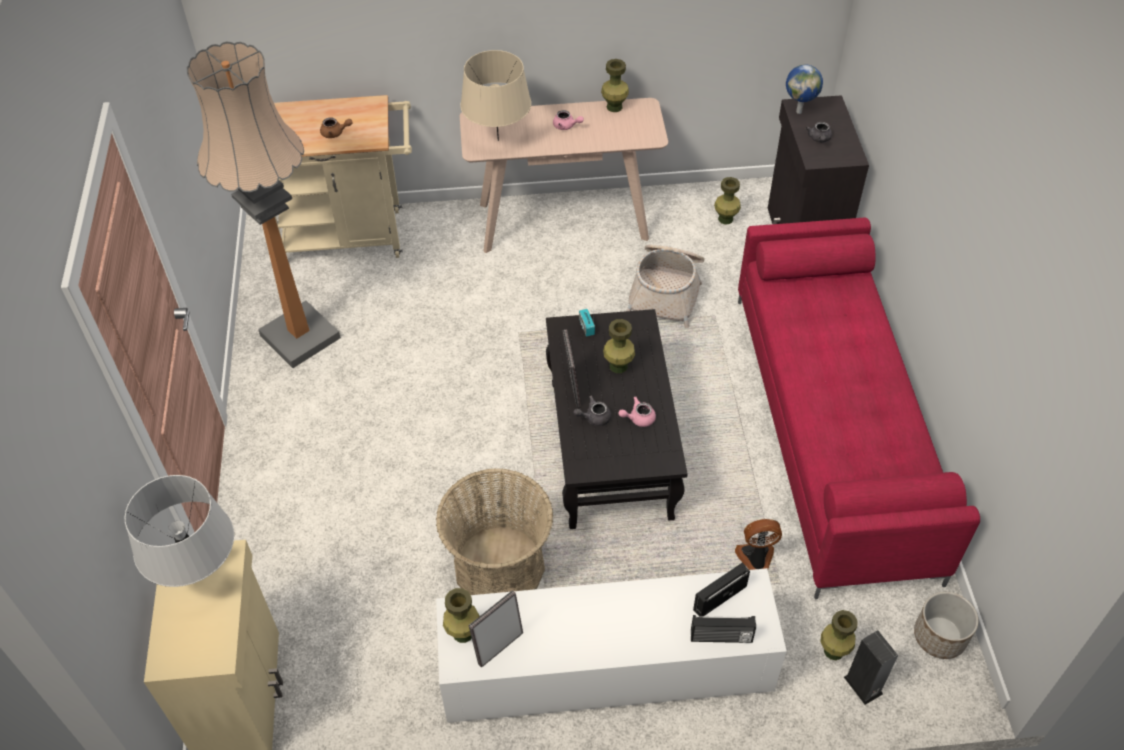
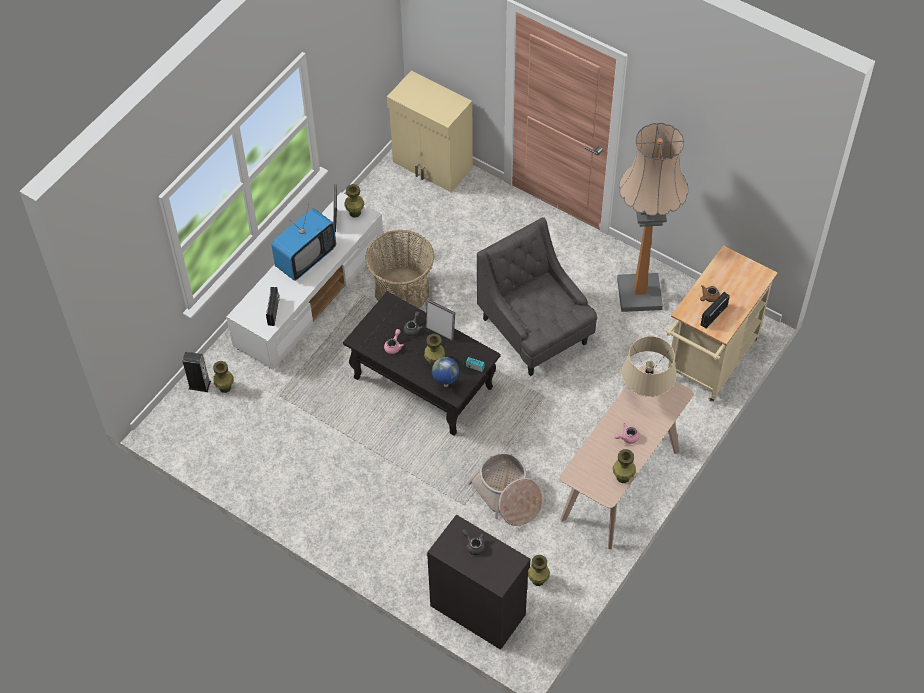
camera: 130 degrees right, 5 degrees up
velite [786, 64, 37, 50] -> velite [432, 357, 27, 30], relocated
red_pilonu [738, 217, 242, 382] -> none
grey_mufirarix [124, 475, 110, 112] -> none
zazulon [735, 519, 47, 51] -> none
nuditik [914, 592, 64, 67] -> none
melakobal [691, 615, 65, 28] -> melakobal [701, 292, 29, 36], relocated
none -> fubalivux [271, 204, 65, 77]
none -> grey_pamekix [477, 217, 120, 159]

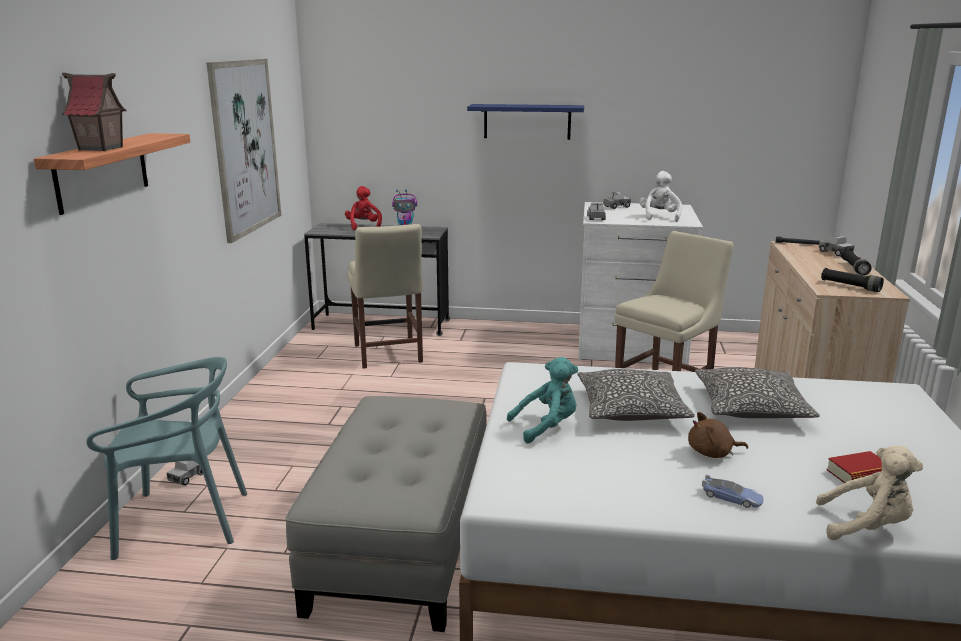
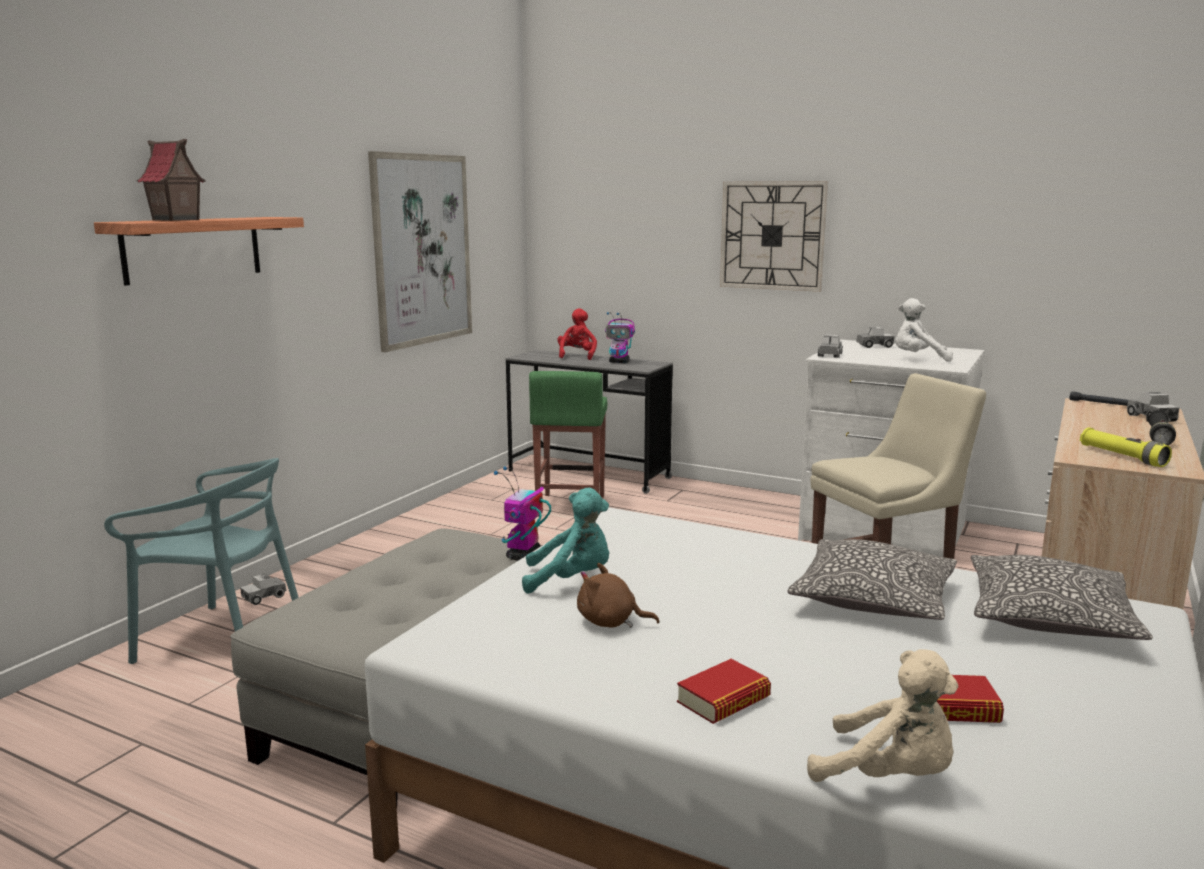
camera: 20 degrees right, 5 degrees down
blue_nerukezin [467, 104, 117, 36] -> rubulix [720, 181, 108, 111]
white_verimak [640, 171, 42, 51] -> white_verimak [896, 298, 57, 64], 105 degrees counterclockwise
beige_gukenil [347, 224, 76, 145] -> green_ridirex [529, 371, 78, 146]
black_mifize [821, 268, 63, 24] -> yellow_mifize [1080, 427, 92, 40]
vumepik [577, 369, 118, 52] -> vumepik [970, 555, 183, 85], relocated
brown_verimak [688, 412, 60, 46] -> brown_verimak [577, 563, 83, 65], relocated
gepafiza [702, 474, 61, 34] -> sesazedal [677, 659, 94, 65]
none -> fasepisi [494, 466, 57, 95]

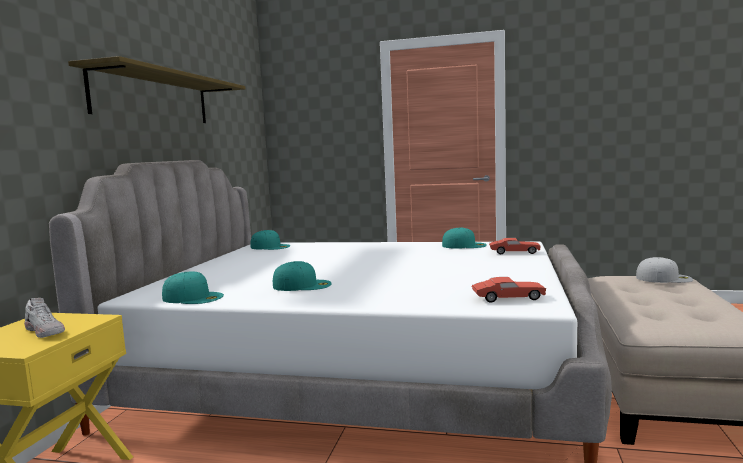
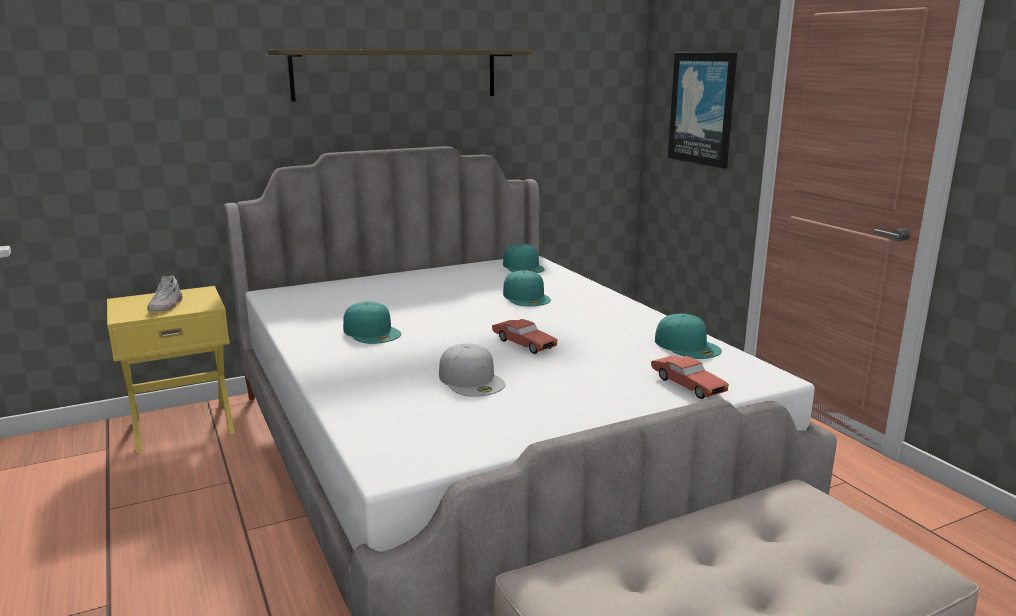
camera: 50 degrees right, 10 degrees up
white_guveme [636, 257, 57, 26] -> white_guveme [439, 343, 66, 54], relocated
turquoise_guveme [162, 272, 62, 32] -> turquoise_guveme [503, 271, 48, 35], relocated
red_gepafiza [472, 277, 74, 26] -> red_gepafiza [492, 319, 65, 35], relocated
none -> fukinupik [668, 53, 69, 116]

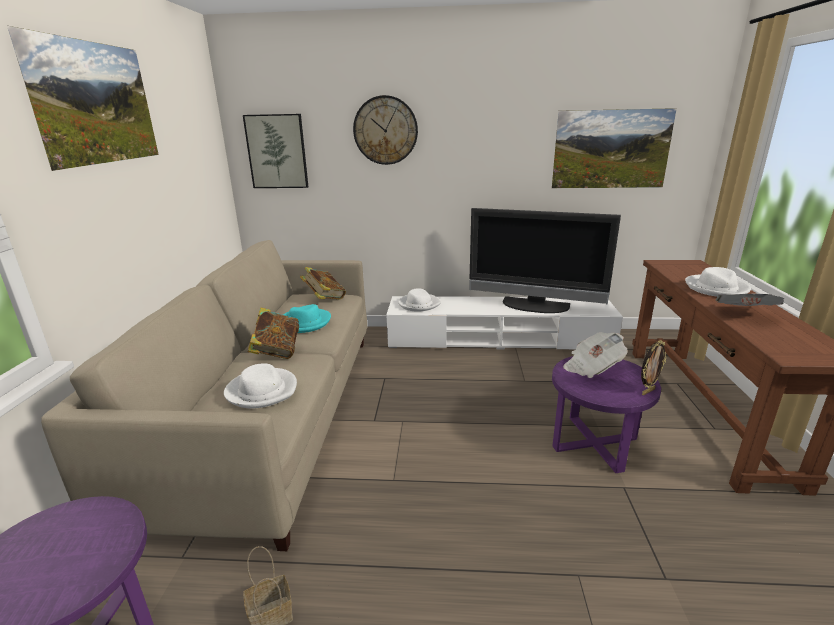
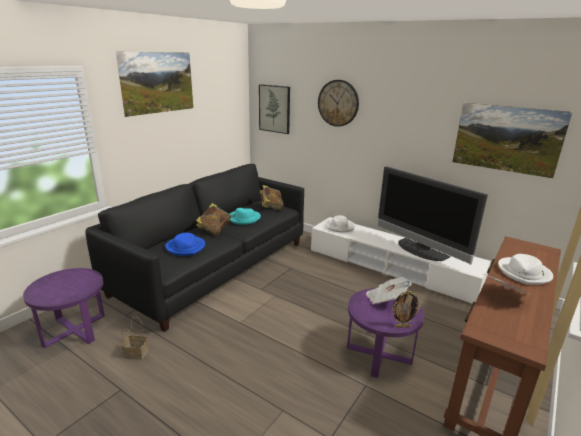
camera: 30 degrees right, 0 degrees up
beige_pilonu [41, 240, 326, 311] -> black_pilonu [85, 164, 219, 168]
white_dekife [224, 363, 73, 45] -> blue_dekife [165, 233, 40, 23]

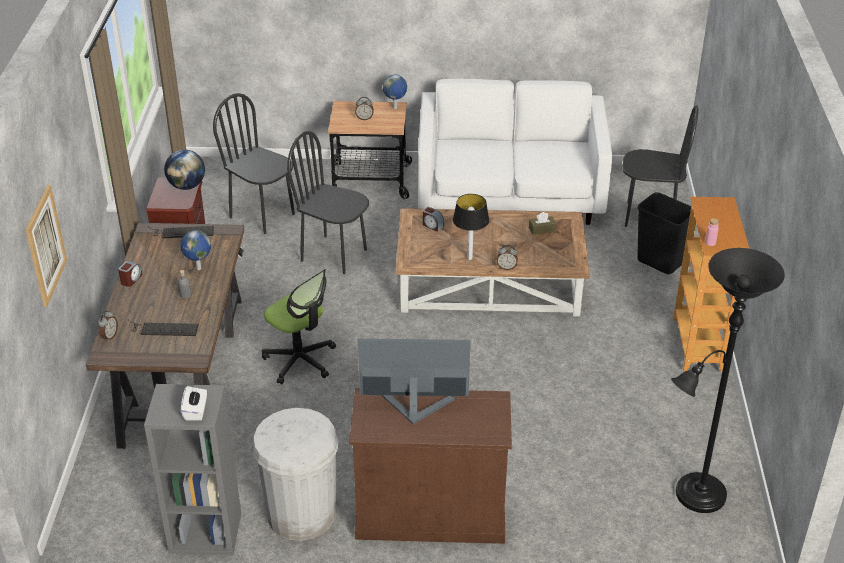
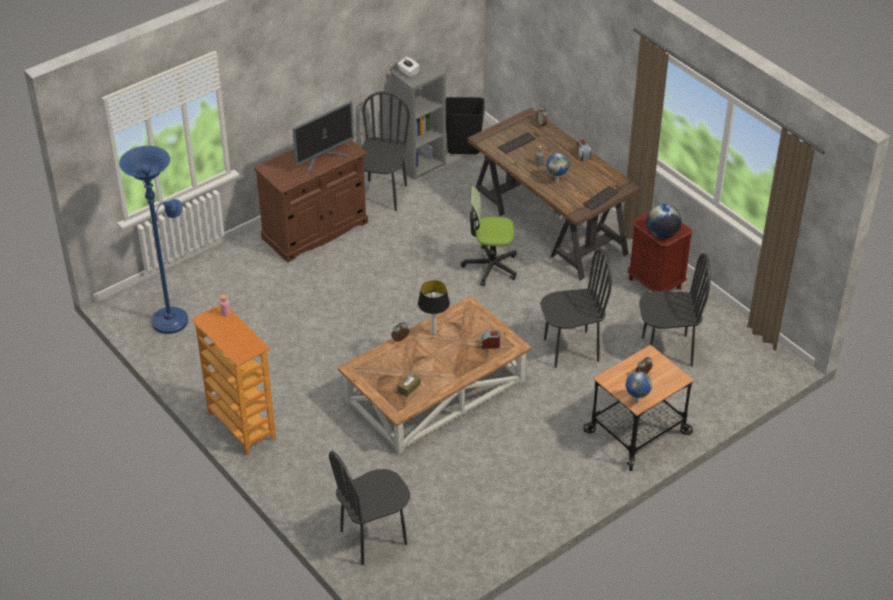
camera: 140 degrees right, 5 degrees up
white_pilonu [418, 79, 194, 146] -> none
fukinupik [26, 185, 41, 122] -> none
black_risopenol [637, 192, 54, 82] -> black_risopenol [446, 97, 39, 57], relocated
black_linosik [671, 248, 114, 265] -> blue_linosik [119, 146, 69, 188]
white_risopenol [251, 408, 88, 133] -> black_gukenil [361, 91, 49, 120]

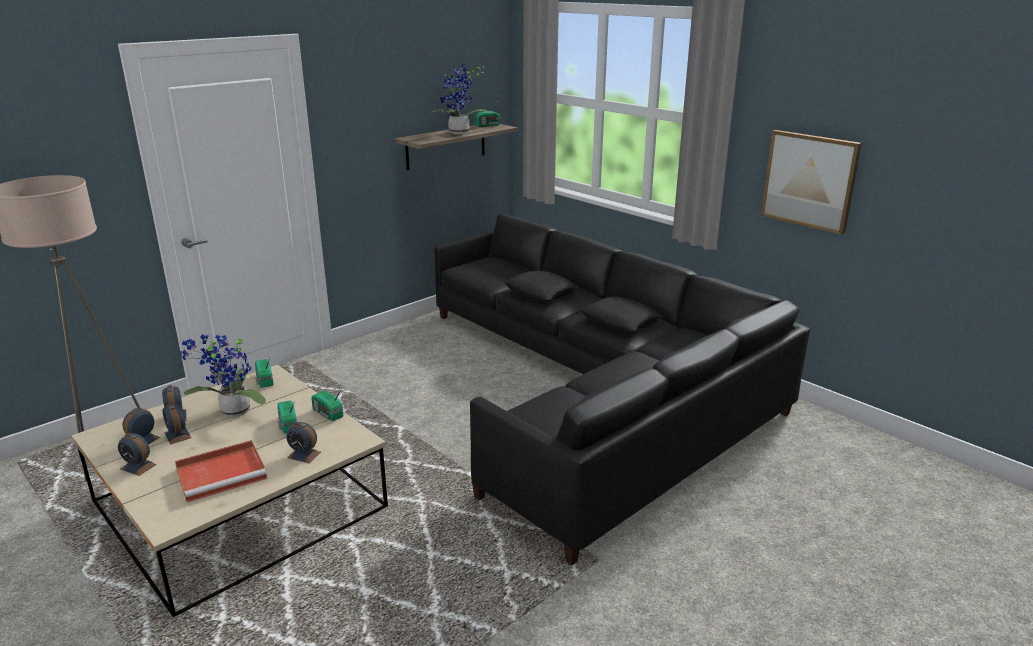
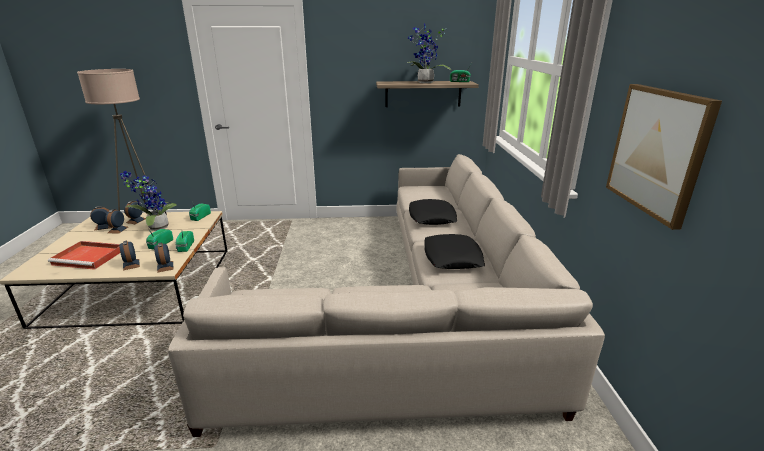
camera: 40 degrees right, 0 degrees up
black_pilonu [435, 214, 375, 352] -> beige_pilonu [168, 154, 437, 283]
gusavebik [118, 433, 39, 43] -> gusavebik [154, 242, 20, 31], relocated

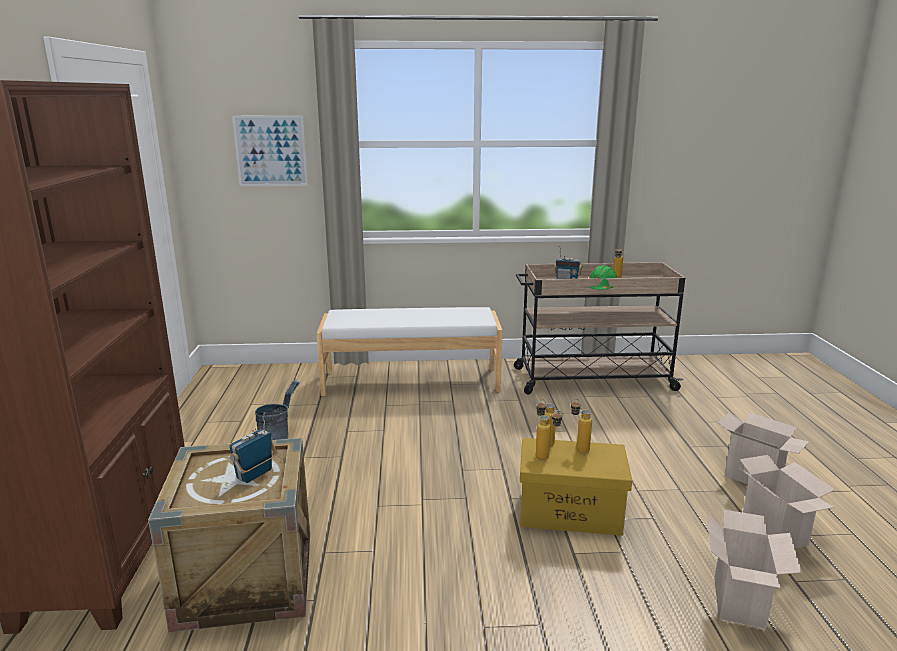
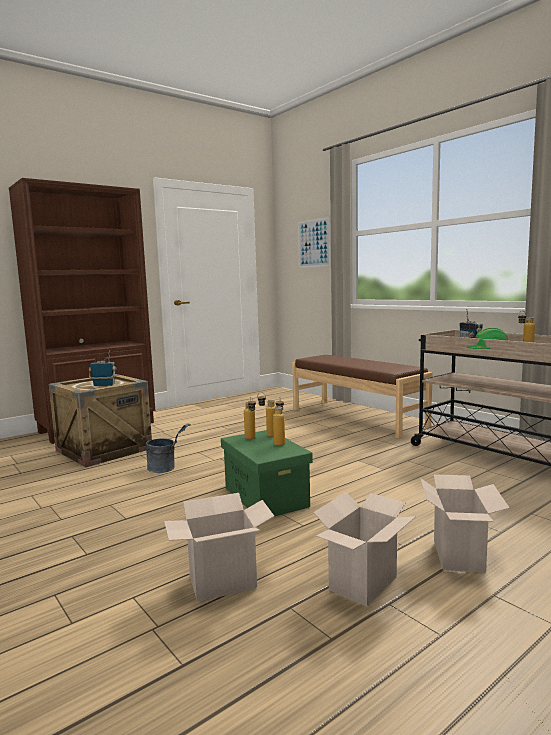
camera: 55 degrees right, 10 degrees down
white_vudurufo [316, 307, 186, 89] -> brown_vudurufo [292, 355, 141, 84]
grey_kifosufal [255, 380, 45, 60] -> grey_kifosufal [146, 423, 44, 50], relocated
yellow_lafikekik [520, 438, 112, 98] -> green_lafikekik [221, 430, 92, 87]

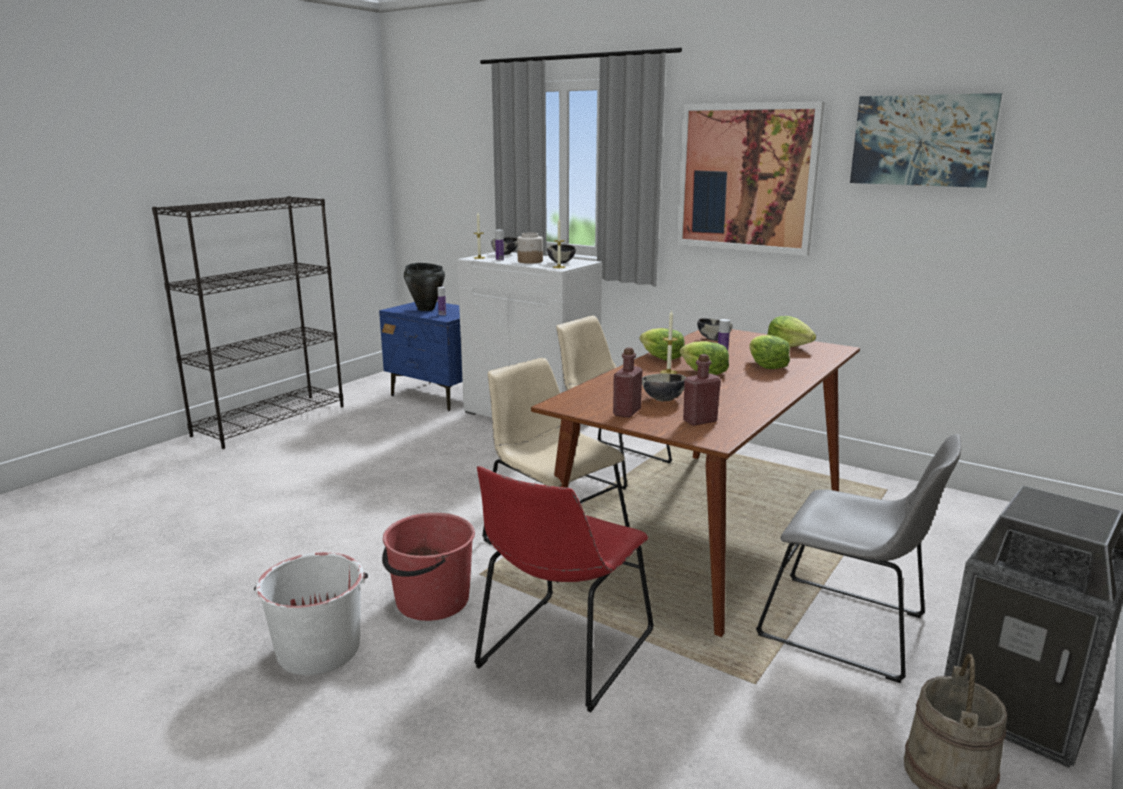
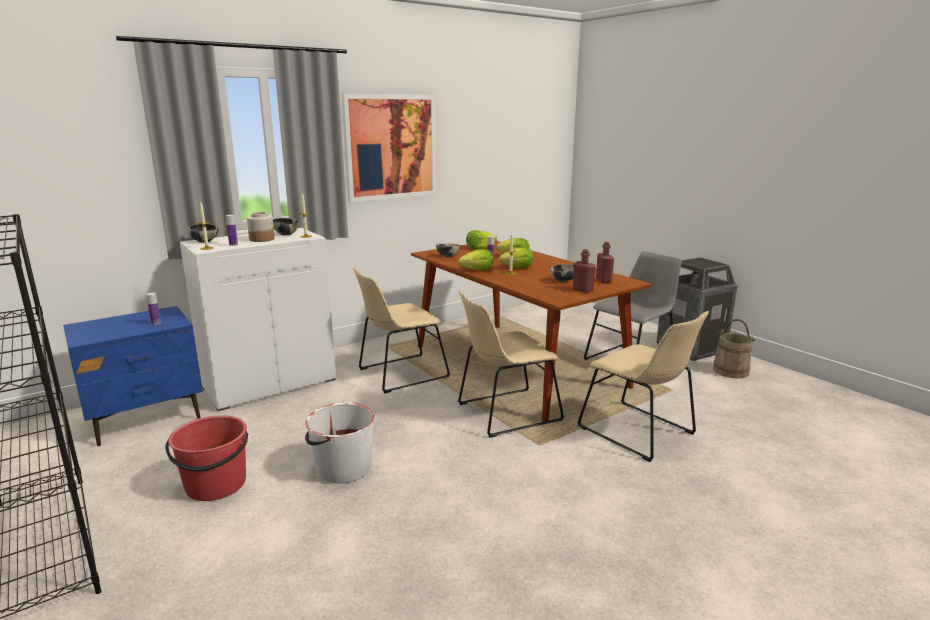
camera: 70 degrees left, 0 degrees up
fukinupik [850, 93, 152, 95] -> none
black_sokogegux [404, 263, 41, 48] -> none
red_gukenil [474, 466, 180, 246] -> beige_gukenil [577, 311, 132, 151]
red_kifosufal [382, 513, 93, 108] -> red_kifosufal [165, 415, 83, 86], relocated
white_kifosufal [254, 552, 114, 123] -> white_kifosufal [305, 402, 70, 82], relocated

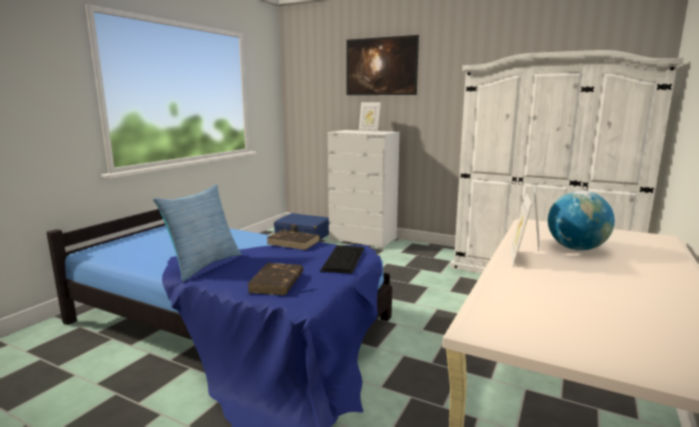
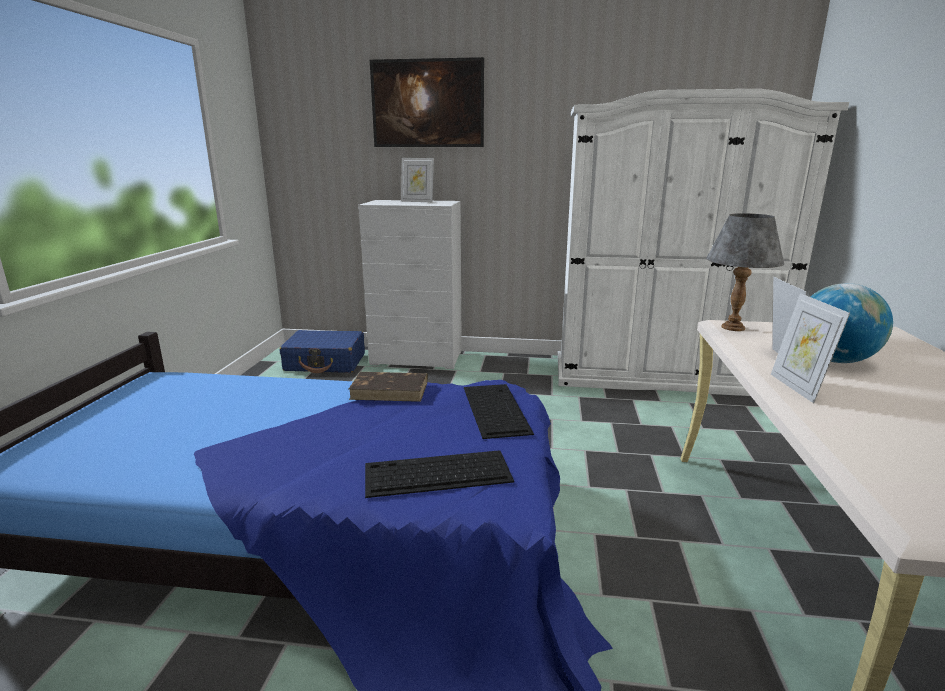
camera: 20 degrees left, 5 degrees up
vumepik [153, 184, 88, 98] -> none
brown_sesazedal [247, 263, 57, 32] -> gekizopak [365, 450, 149, 48]
none -> grey_mufirarix [706, 213, 78, 118]

